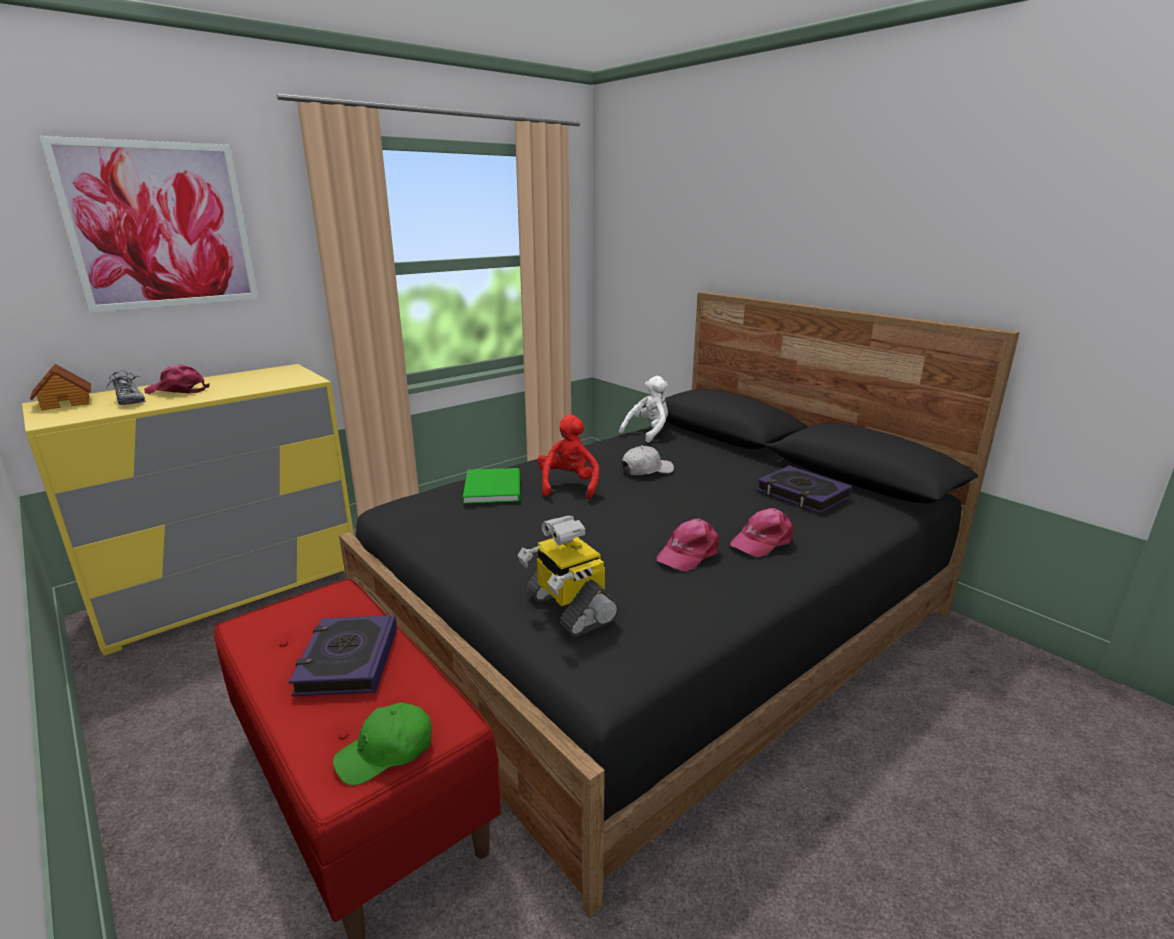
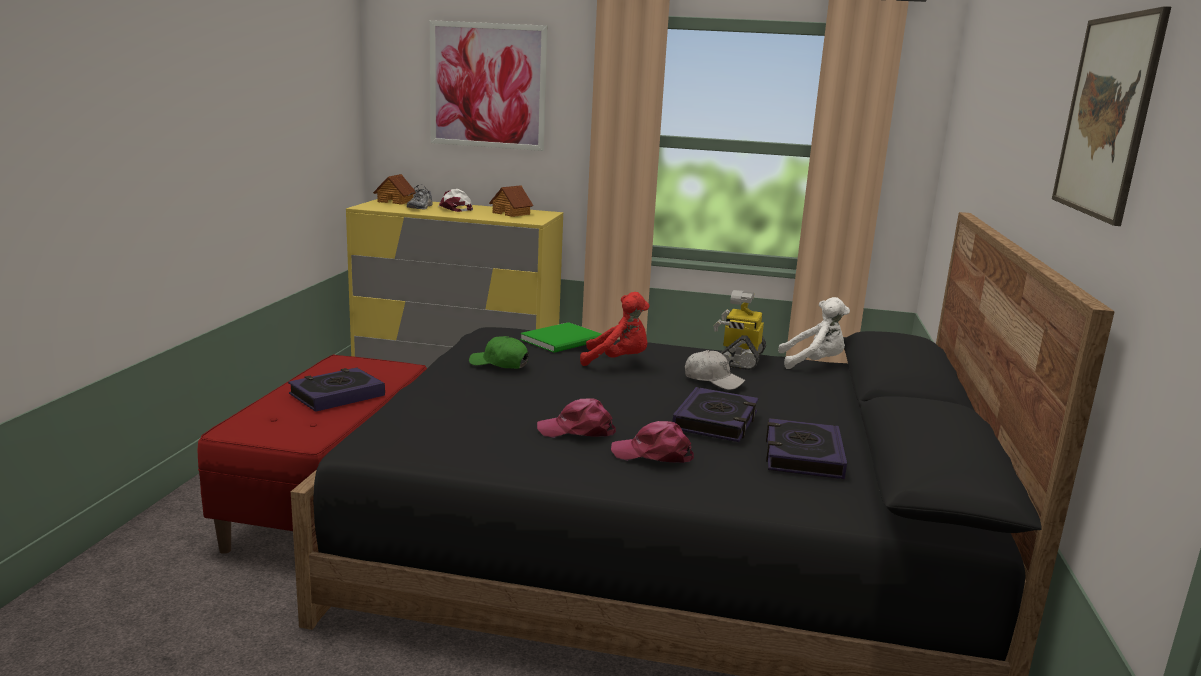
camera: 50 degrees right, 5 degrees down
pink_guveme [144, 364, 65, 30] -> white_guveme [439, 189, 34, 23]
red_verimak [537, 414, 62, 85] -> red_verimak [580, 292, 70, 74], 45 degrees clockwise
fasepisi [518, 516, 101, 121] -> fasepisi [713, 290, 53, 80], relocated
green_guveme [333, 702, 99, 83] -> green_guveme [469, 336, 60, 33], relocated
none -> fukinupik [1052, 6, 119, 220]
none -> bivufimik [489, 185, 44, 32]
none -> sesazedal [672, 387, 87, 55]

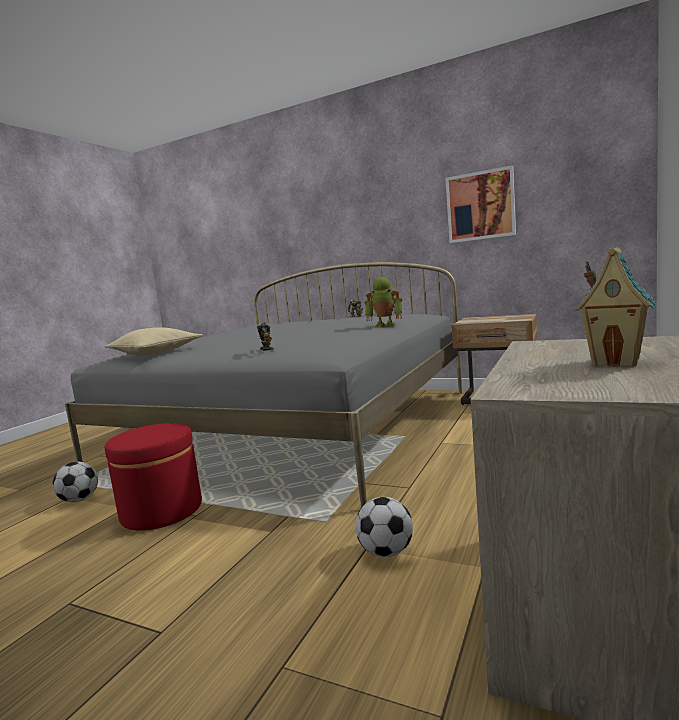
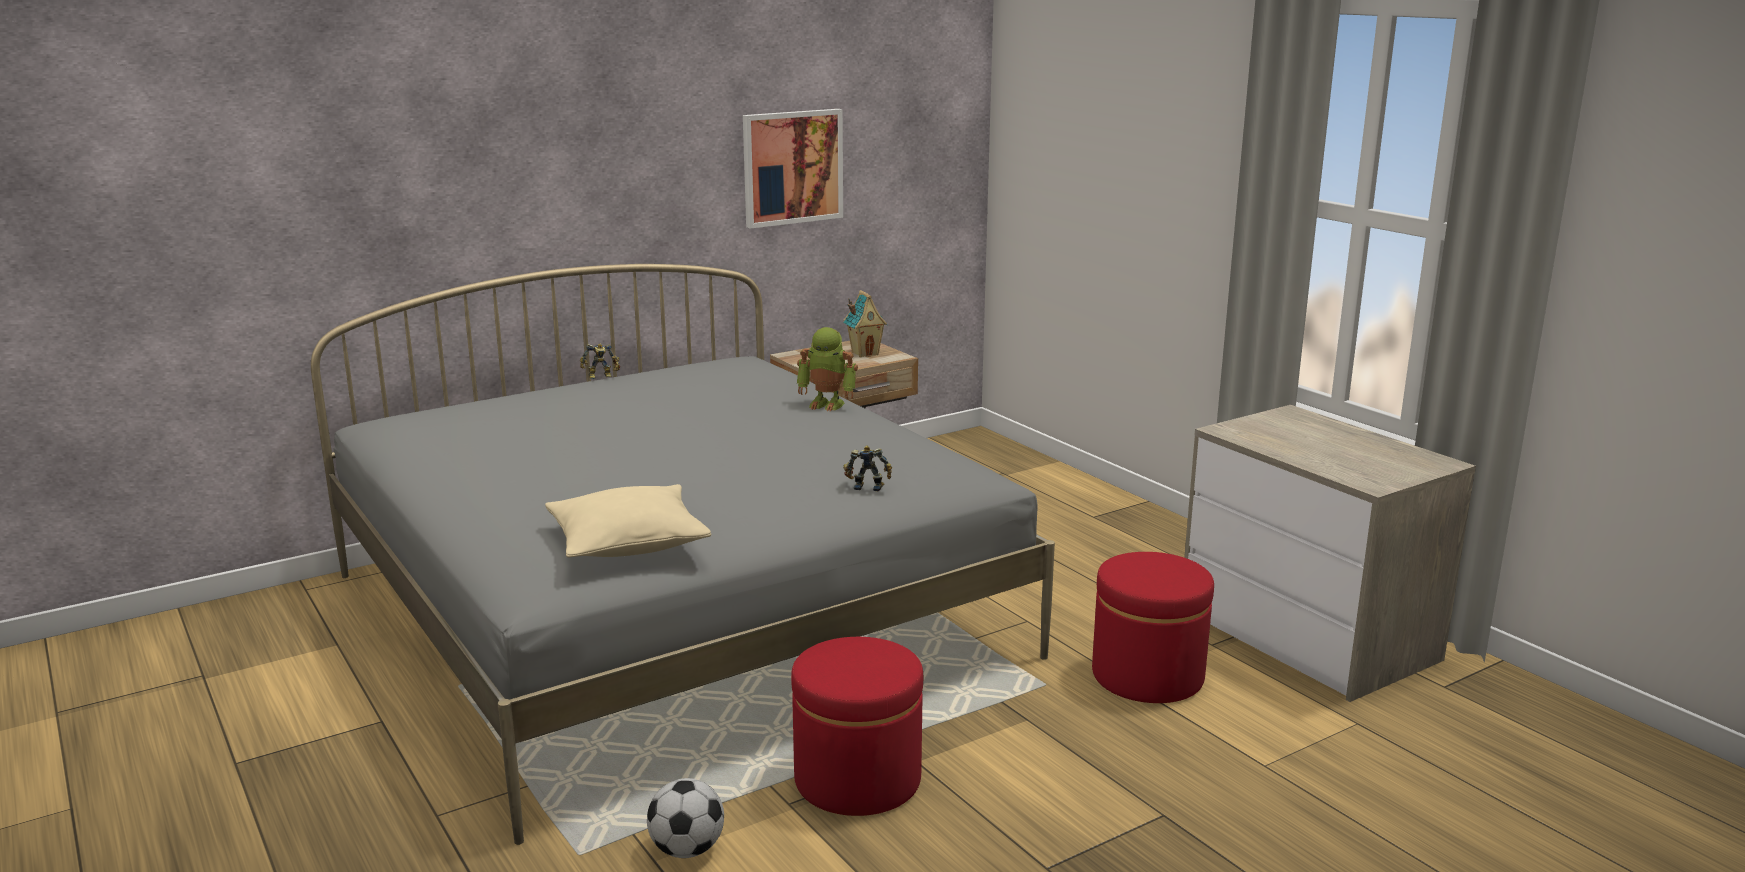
camera: 60 degrees left, 10 degrees up
bivufimik [575, 247, 81, 120] -> bivufimik [843, 290, 44, 67], relocated
fasepisi [364, 277, 38, 51] -> fasepisi [797, 327, 61, 84], 60 degrees clockwise
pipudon [355, 497, 58, 60] -> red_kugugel [1092, 552, 122, 151]

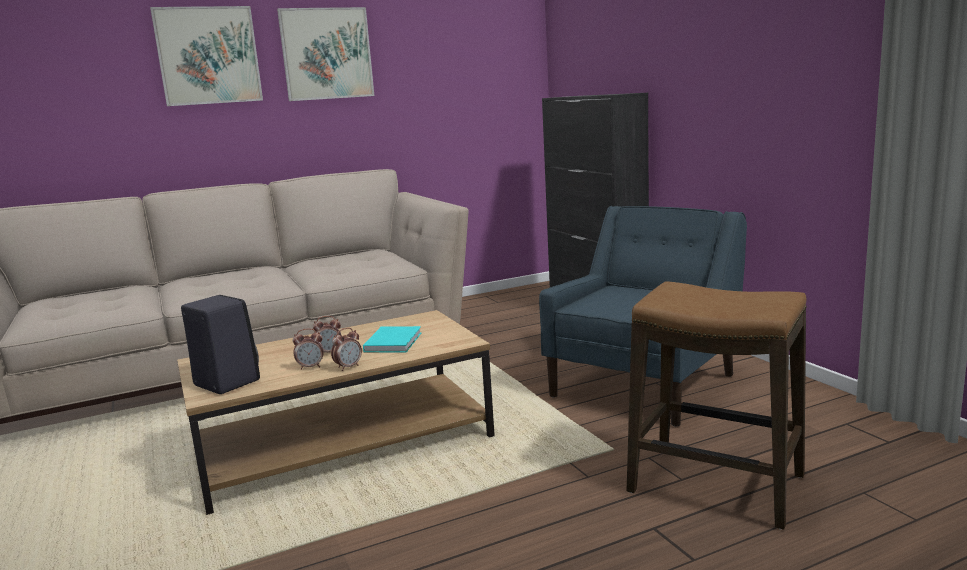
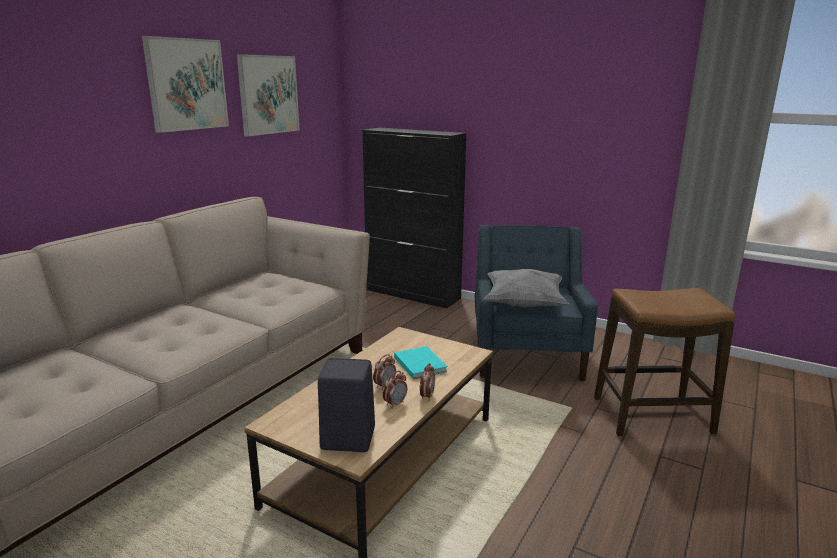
camera: 35 degrees left, 5 degrees up
fukinupik [150, 6, 113, 100] -> fukinupik [237, 54, 63, 82], relocated
none -> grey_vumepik [484, 269, 85, 39]

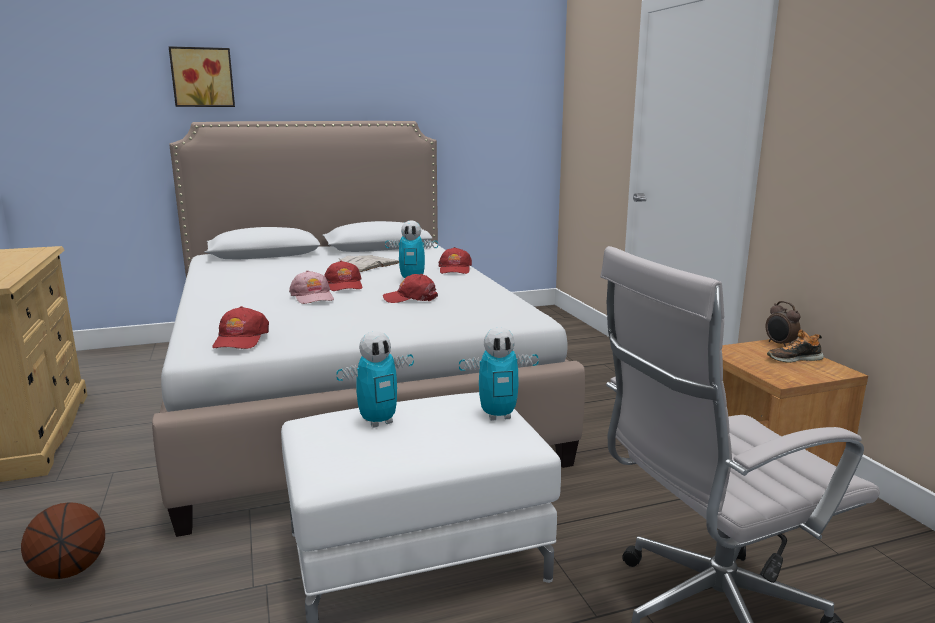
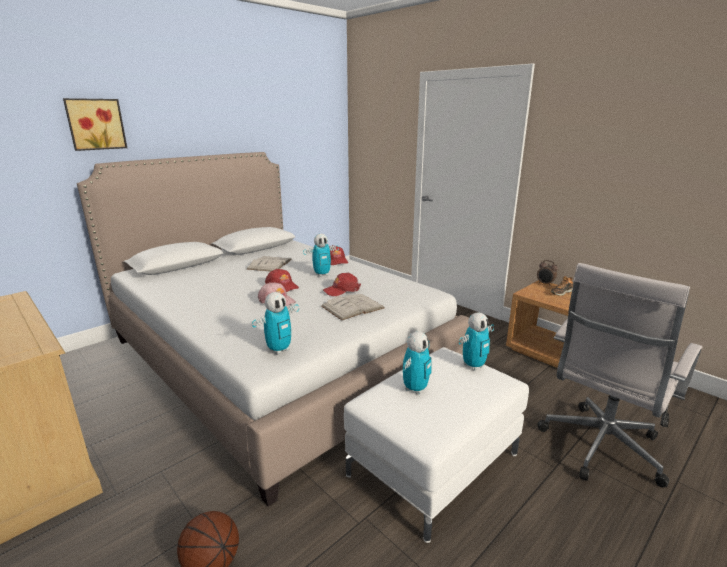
camera: 25 degrees left, 5 degrees up
red_guveme [212, 306, 57, 43] -> fasepisi [252, 292, 47, 63]
none -> white_sesazedal [321, 294, 64, 26]

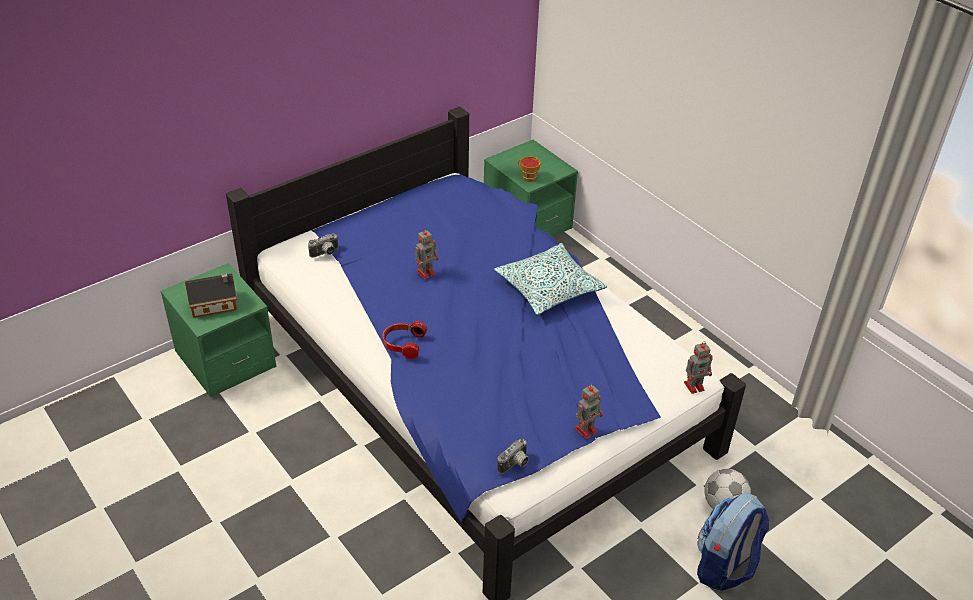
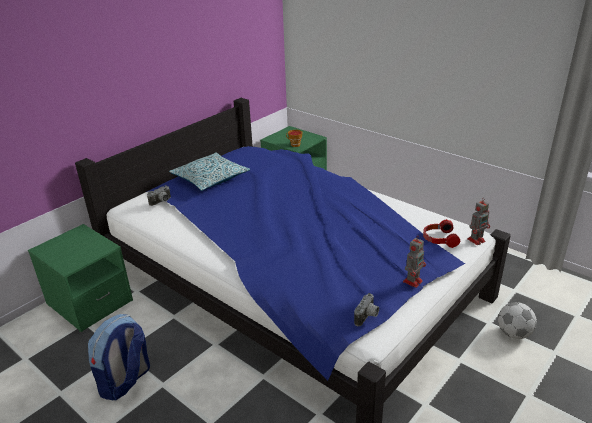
camera: 10 degrees left, 10 degrees down
fasepisi [415, 228, 24, 51] -> none
vumepik [494, 243, 113, 73] -> vumepik [169, 152, 81, 39], relocated
bivufimik [185, 273, 52, 45] -> none
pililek [383, 321, 44, 38] -> pililek [423, 219, 37, 29], relocated
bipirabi [697, 493, 72, 98] -> bipirabi [88, 314, 62, 86], relocated

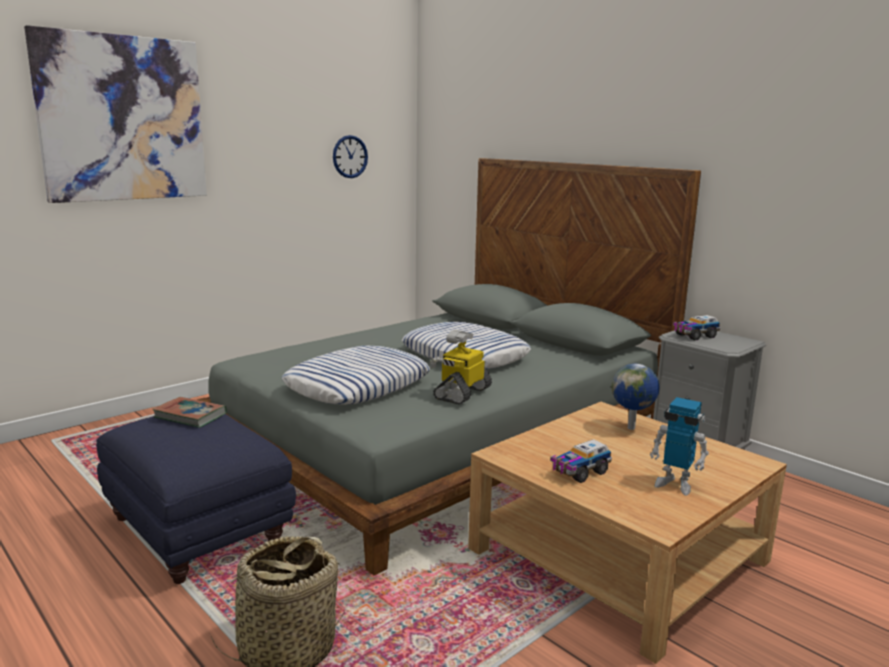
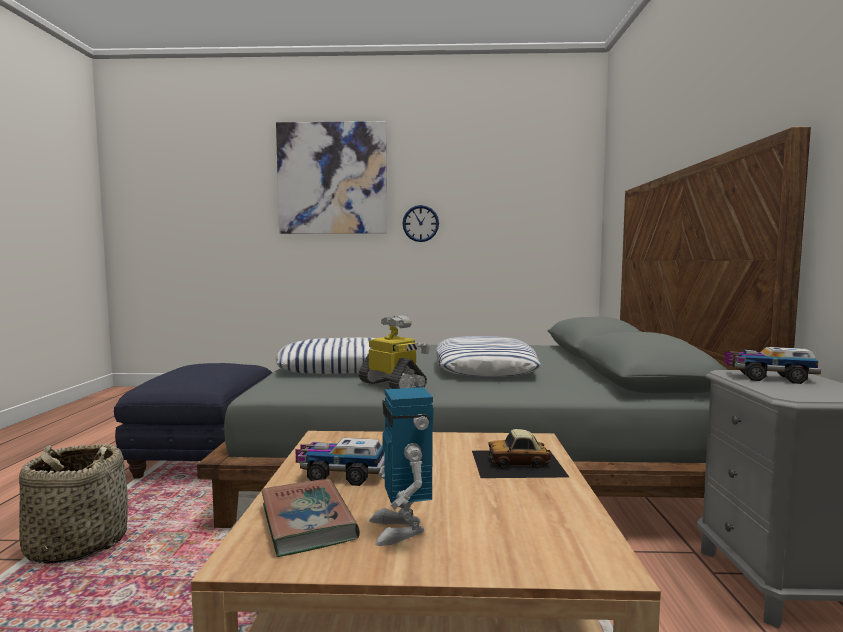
camera: 45 degrees right, 10 degrees down
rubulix [333, 135, 35, 43] -> rubulix [403, 205, 36, 37], relocated
fasepisi [430, 330, 62, 74] -> fasepisi [359, 315, 71, 74], 60 degrees clockwise
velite [612, 364, 47, 66] -> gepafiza [472, 429, 98, 49]
sesazedal [152, 397, 75, 31] -> sesazedal [261, 479, 99, 78], relocated

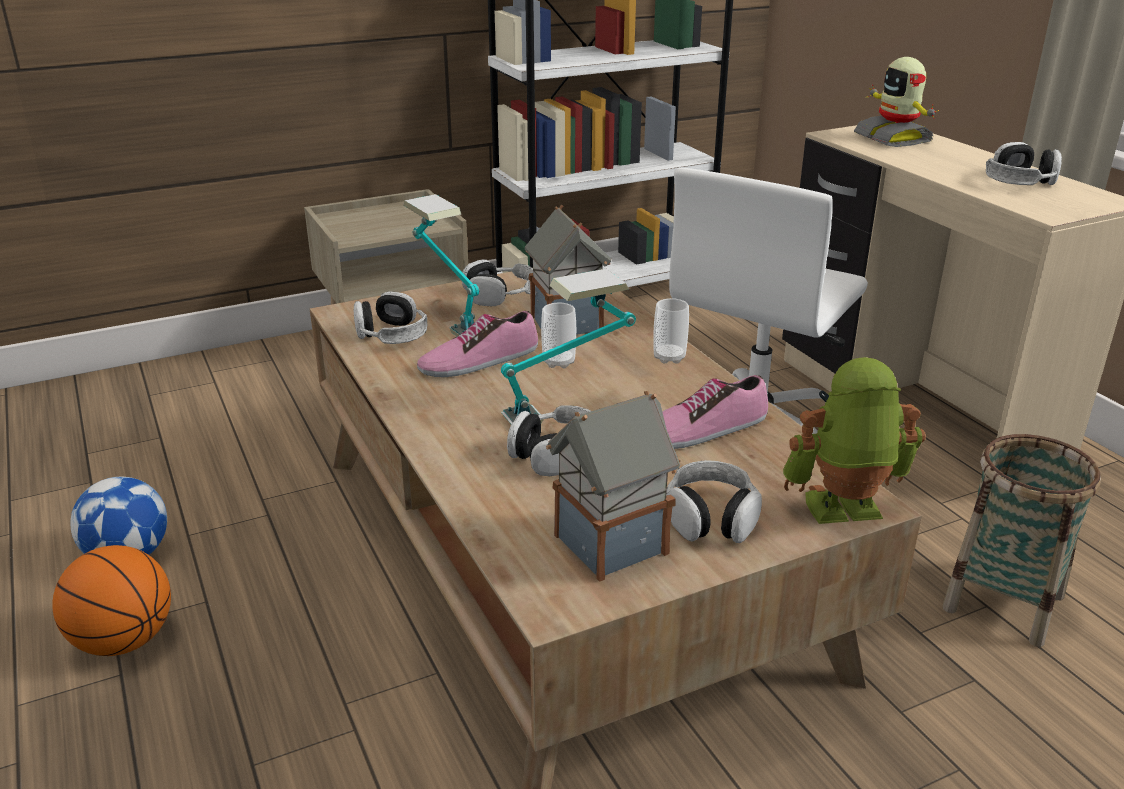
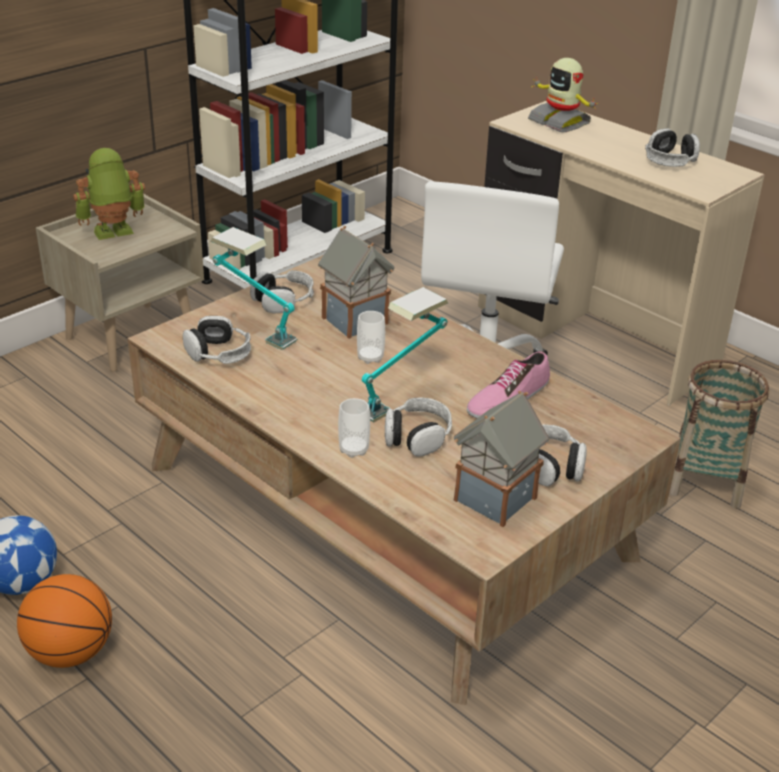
camera: 20 degrees left, 5 degrees up
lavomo [653, 298, 36, 66] -> lavomo [338, 398, 32, 60], relocated
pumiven [417, 311, 121, 66] -> none
fasepisi [783, 357, 143, 167] -> fasepisi [73, 148, 72, 92], relocated

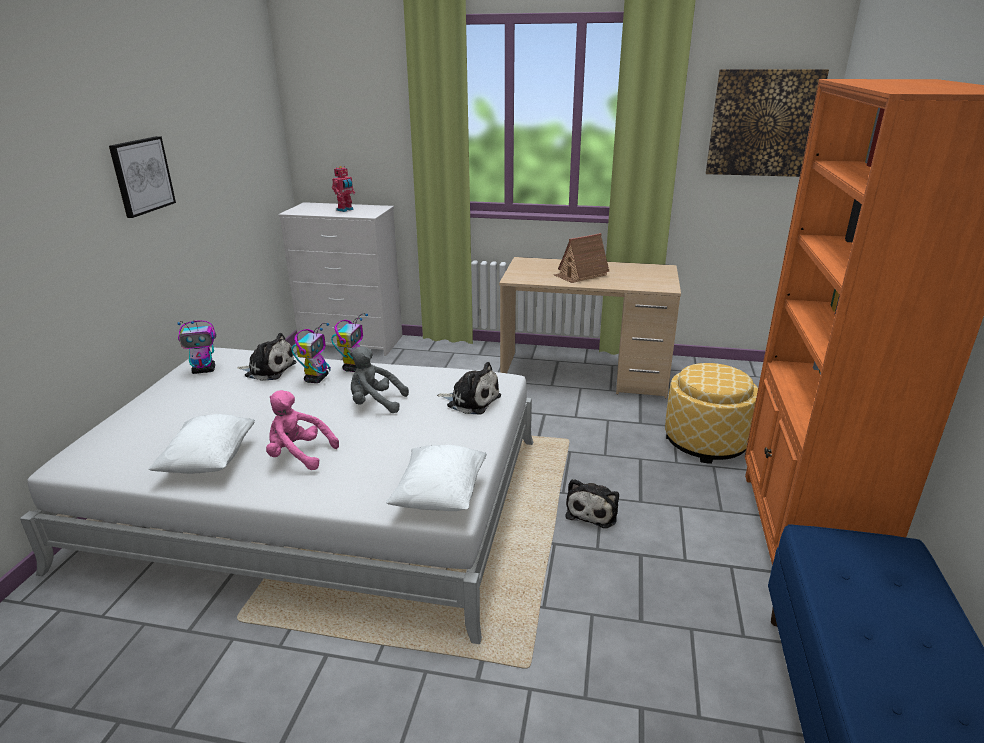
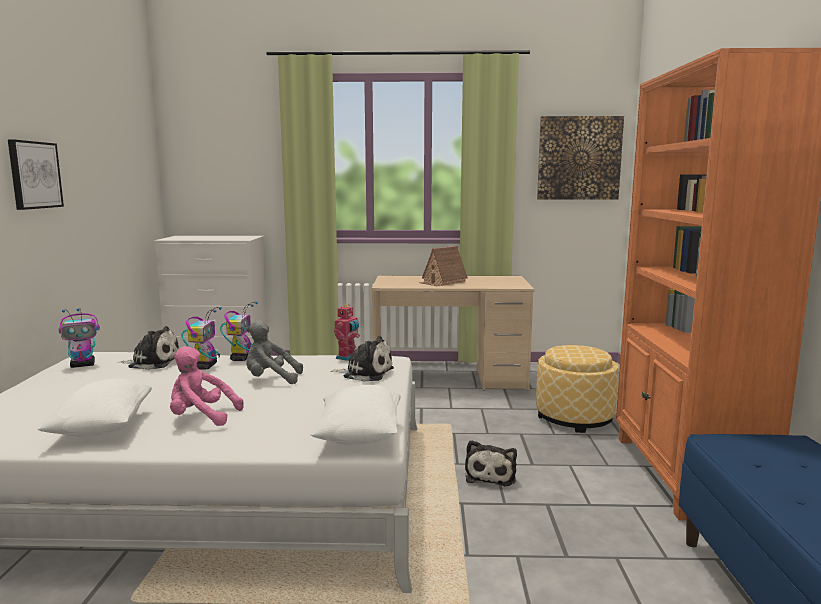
camera: 10 degrees left, 15 degrees down
fasepisi [332, 166, 23, 46] -> fasepisi [334, 305, 26, 56], relocated

